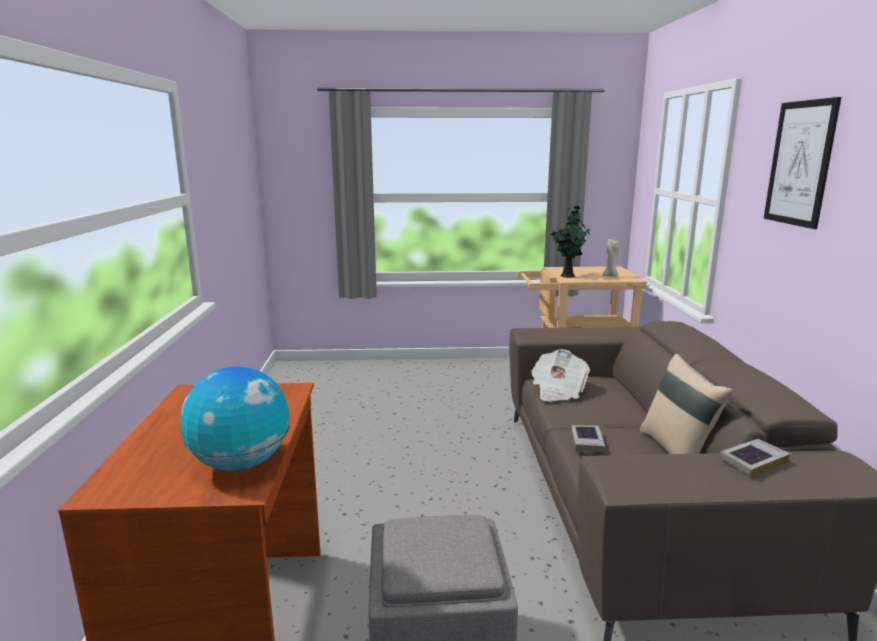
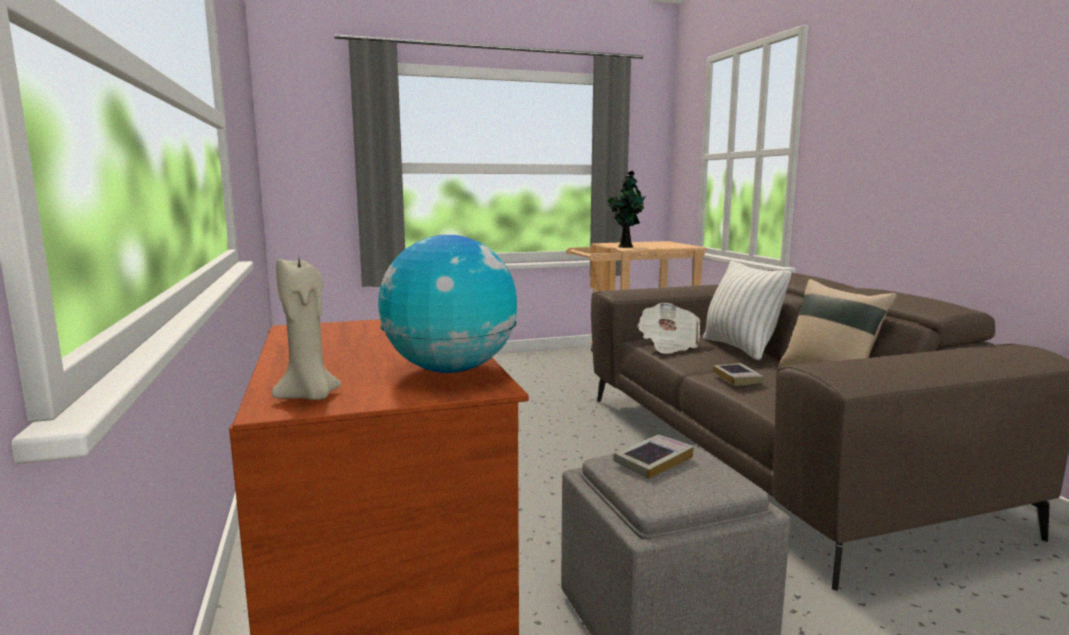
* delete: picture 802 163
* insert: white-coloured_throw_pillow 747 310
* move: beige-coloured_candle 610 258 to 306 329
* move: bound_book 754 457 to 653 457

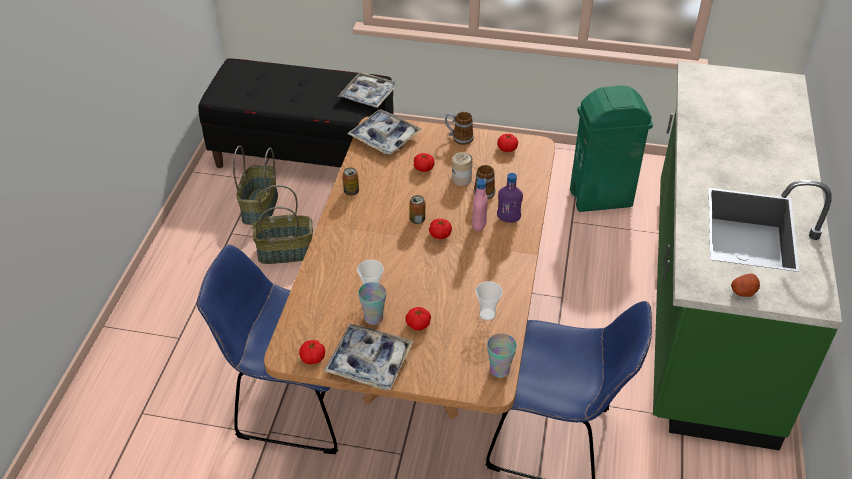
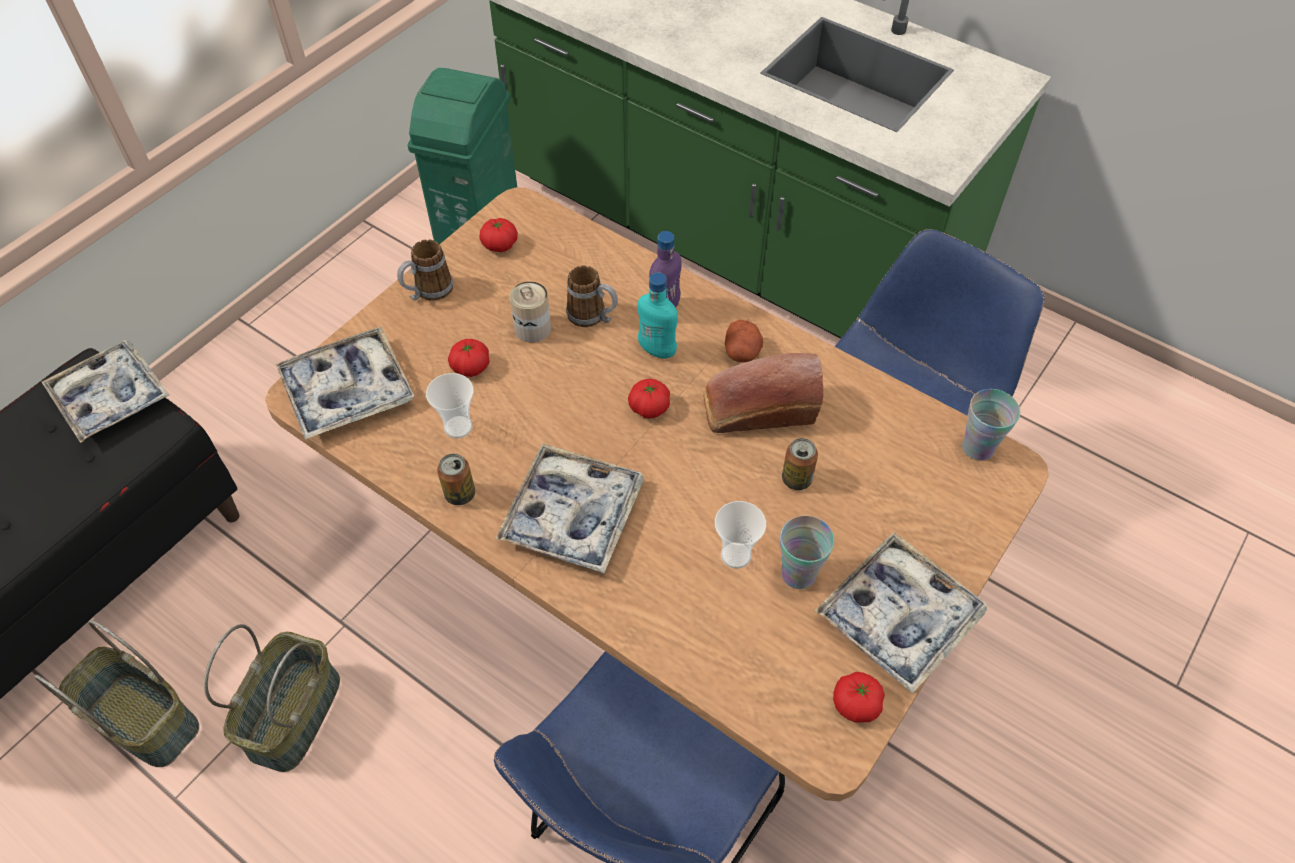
* delete: fresh_tomato 418 319
* insert: tray 569 508
* insert: bread 763 393
* move: can 417 209 to 800 464
* move: drinking_cup 489 301 to 449 406
* move: whole_potato 745 285 to 744 341
* recolor: pink-coloured_drink_bottle 480 205 to blue-green_drink_bottle 658 315

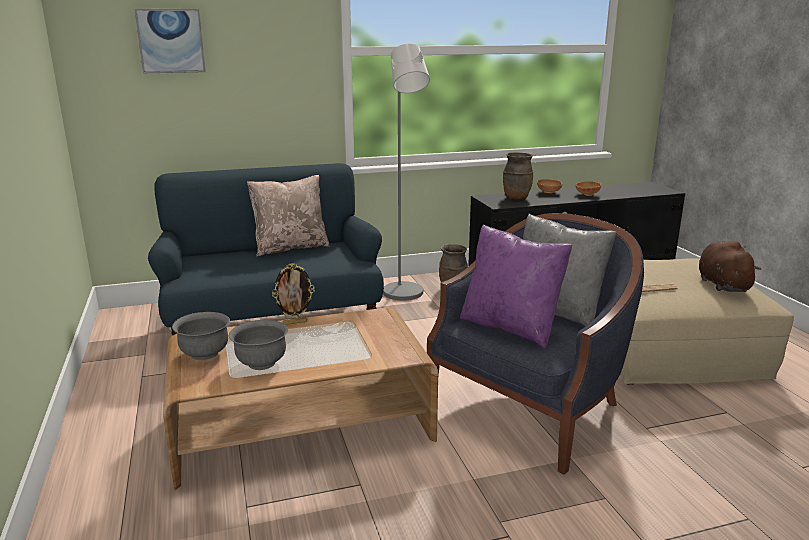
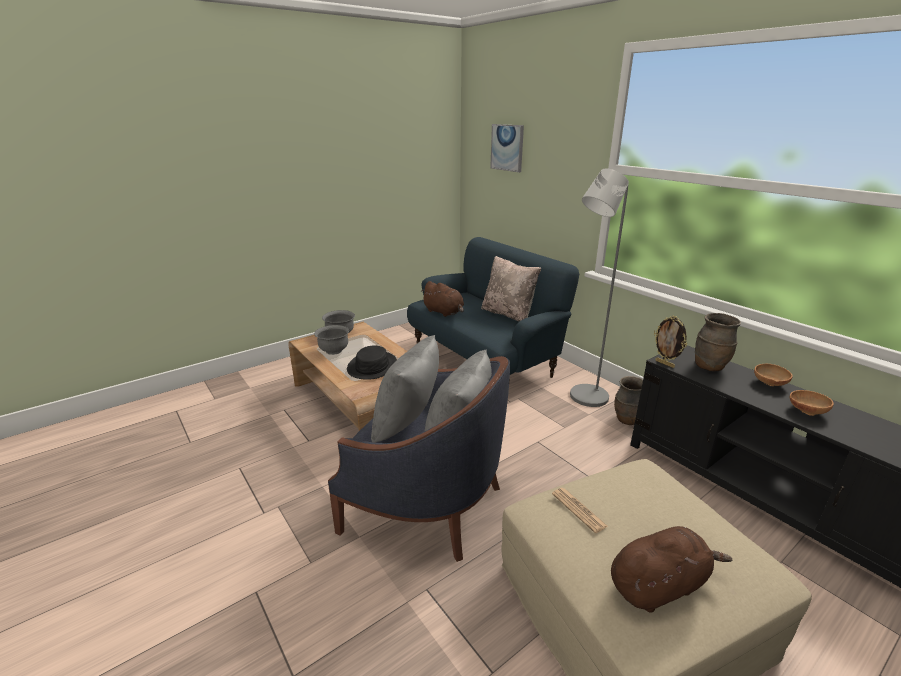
* insert: black-coloured_wearable_hat 372 363
* insert: brownish_soft_toy 442 299
* move: picture_frame 293 294 to 670 342
* recolor: purple_throw_pillow 516 286 to greyish_throw_pillow 405 389

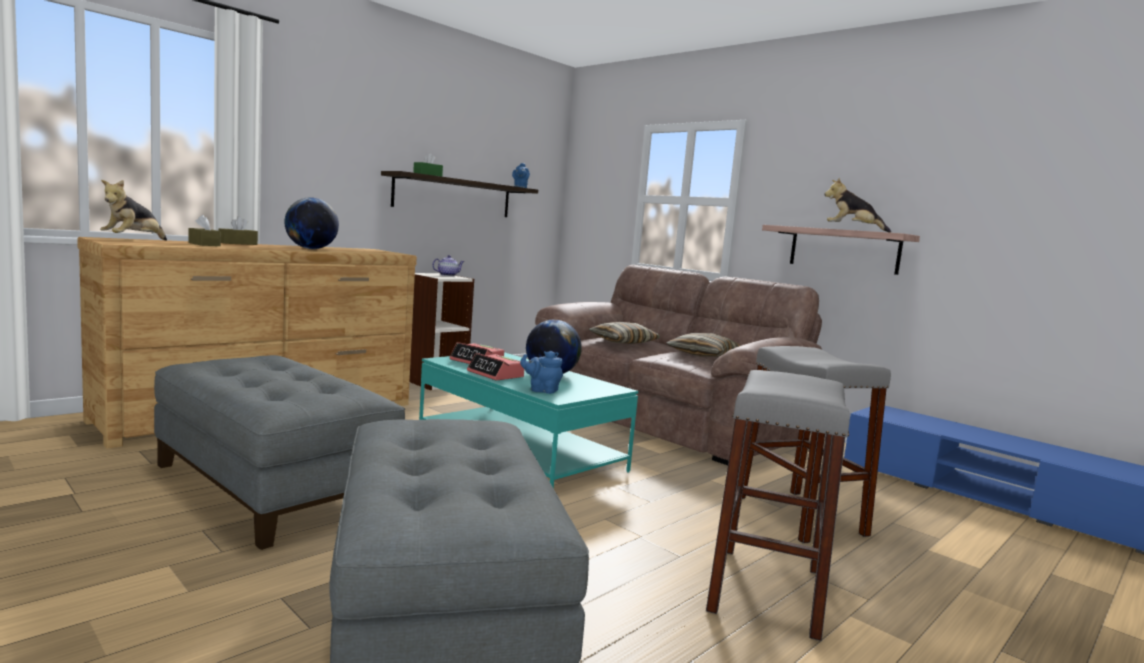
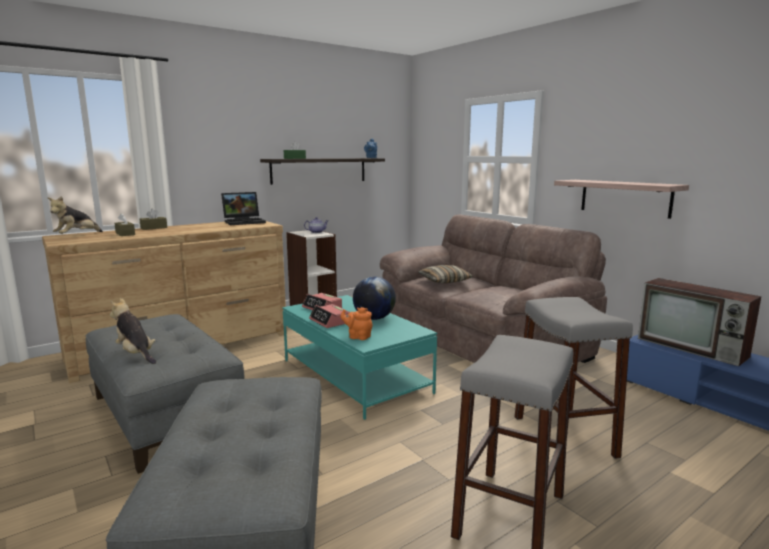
* delete: globe 311 223
* delete: throw_pillow 704 345
* insert: laptop 243 208
* insert: TV_set 699 322
* move: soft_toy 857 205 to 133 331
* recolor: blue_tea_pot 541 372 to orange-coloured_tea_pot 356 323

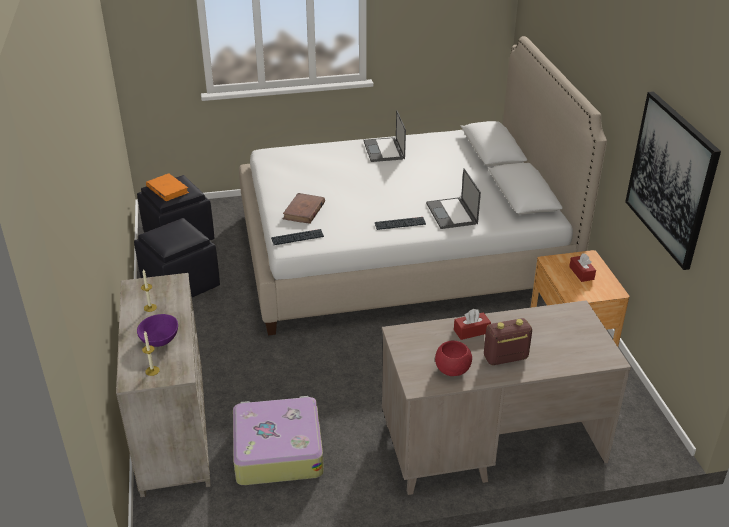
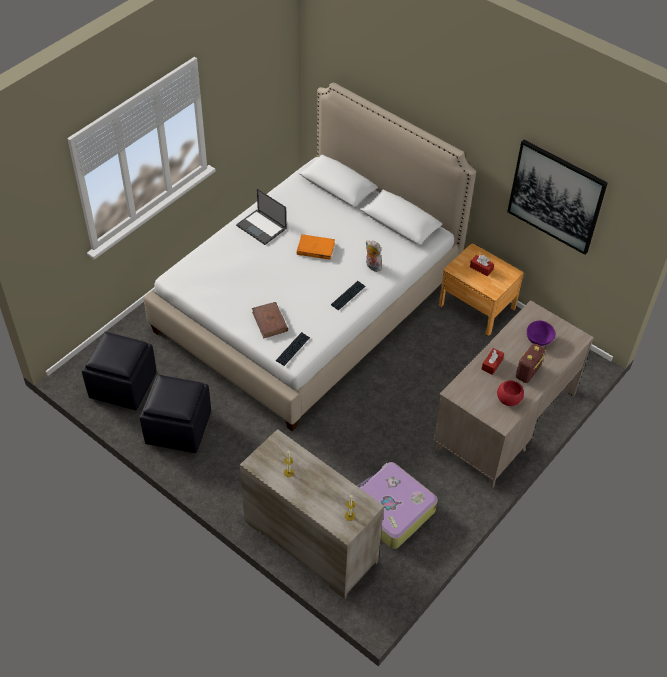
* move: purple_deep_dish 157 330 to 541 333
* move: orange-coloured_bound_book 167 187 to 316 247
* replace: laptop 453 198 to soft_toy 373 256

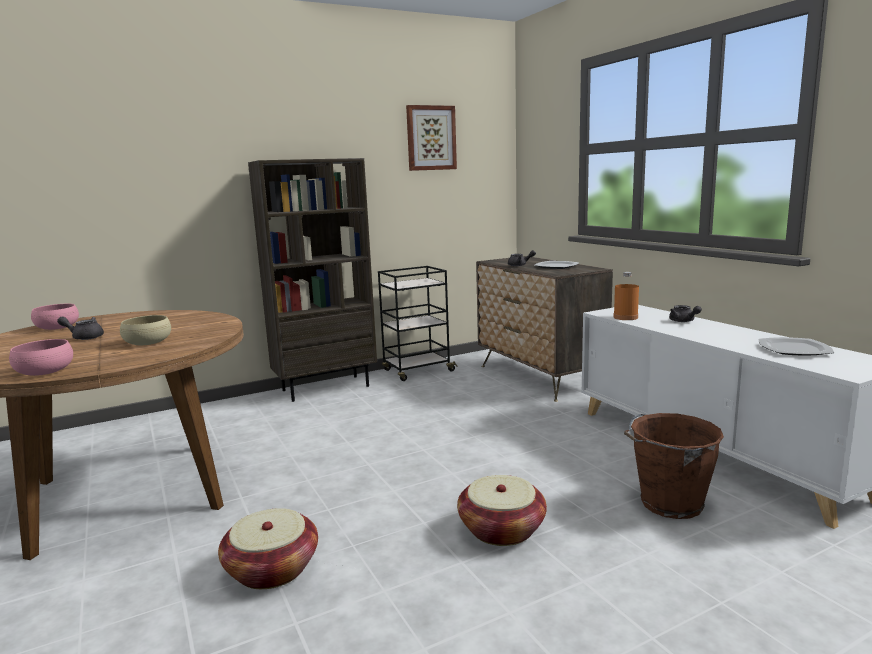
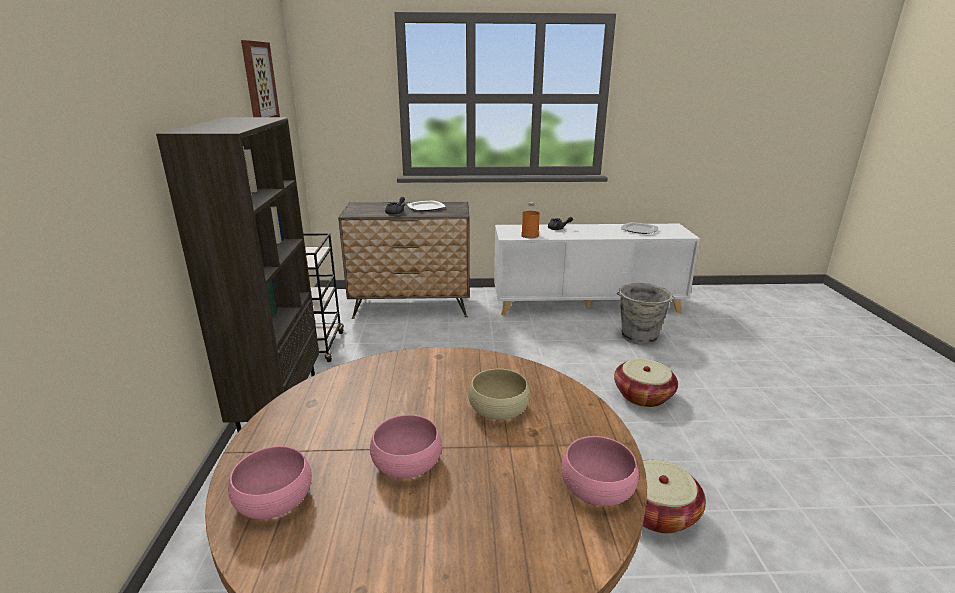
* replace: greyish_tea_pot 80 328 to pink-coloured_deep_dish 406 446
* recolor: brownish_pail 674 466 to greyish_pail 646 314

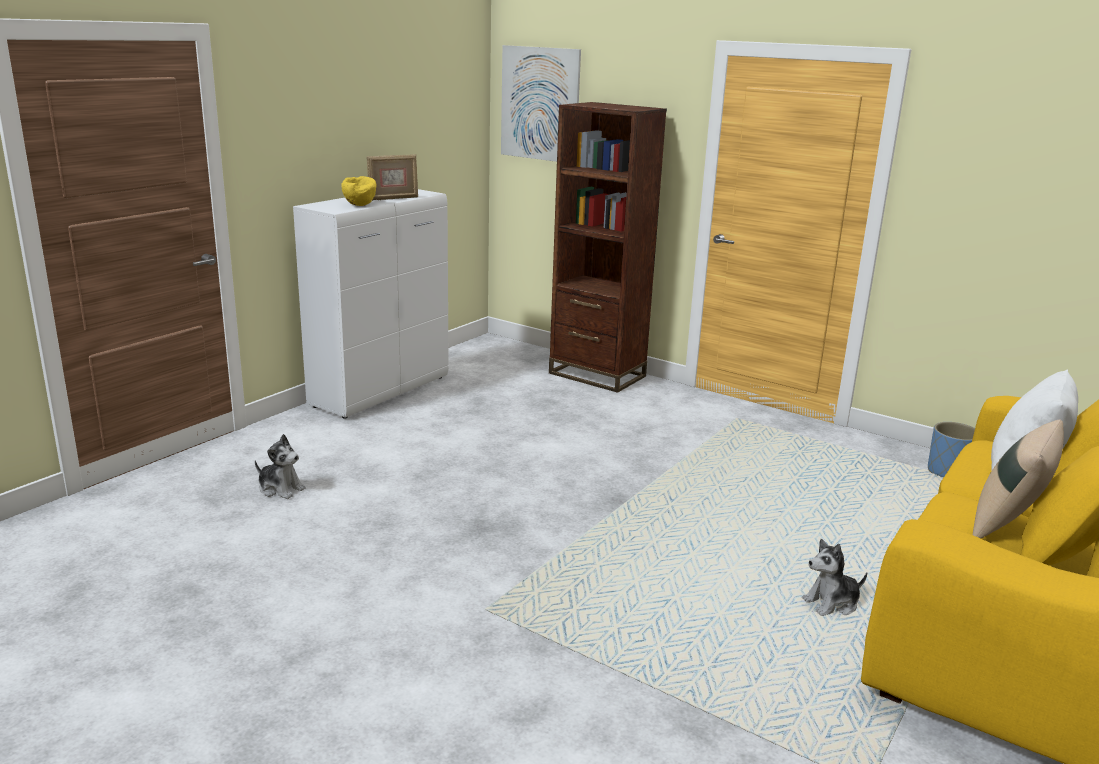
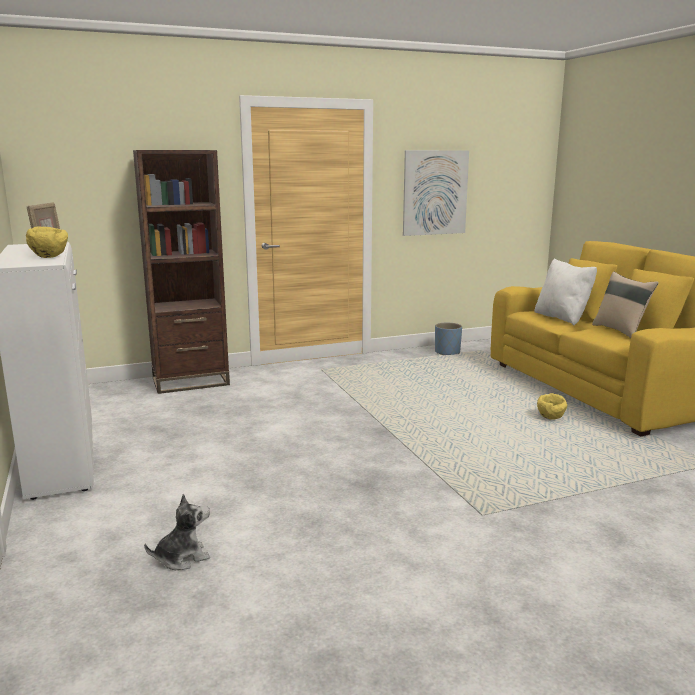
* move: picture 541 103 to 436 193
* replace: soft_toy 834 577 to yellowish_deep_dish 552 406

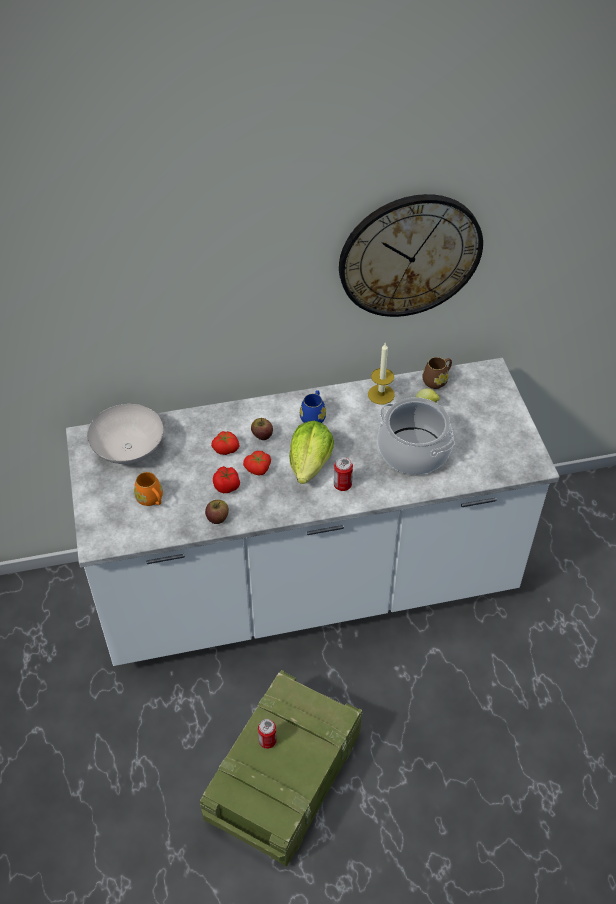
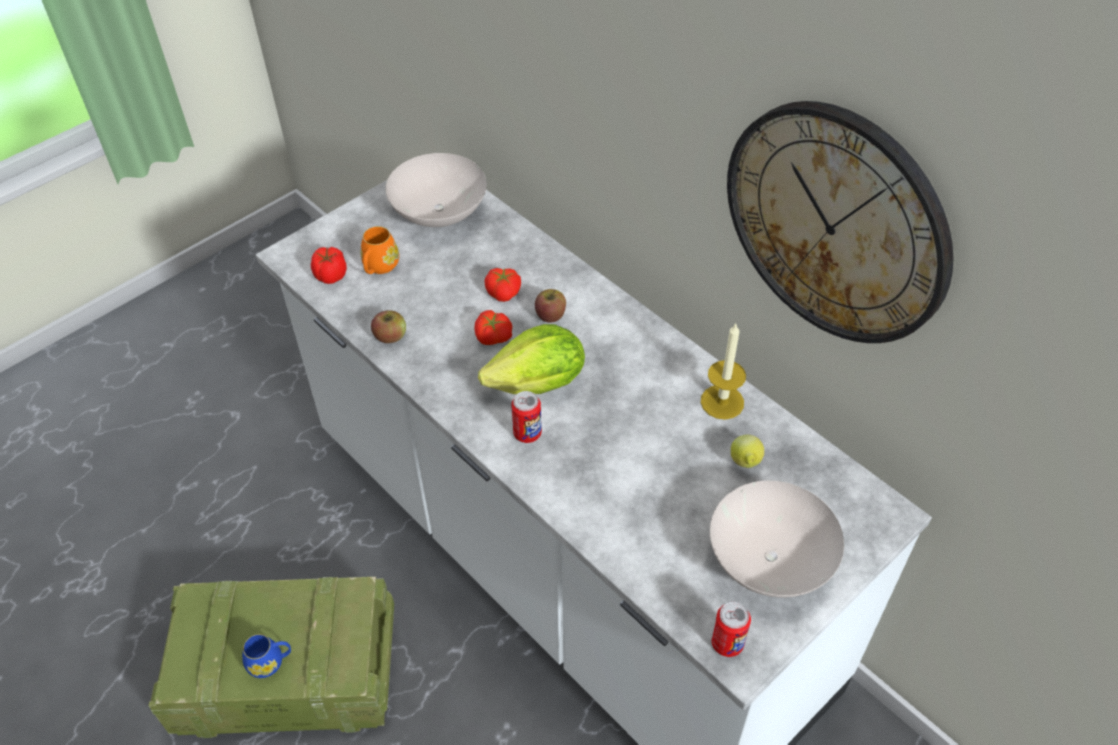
* delete: saucepot 416 436
* delete: brownish_mug 437 373
* insert: white-coloured_deep_dish 777 539
* move: fresh_tomato 226 479 to 329 265
* move: can 267 734 to 731 629
* move: blue_mug 313 406 to 266 656

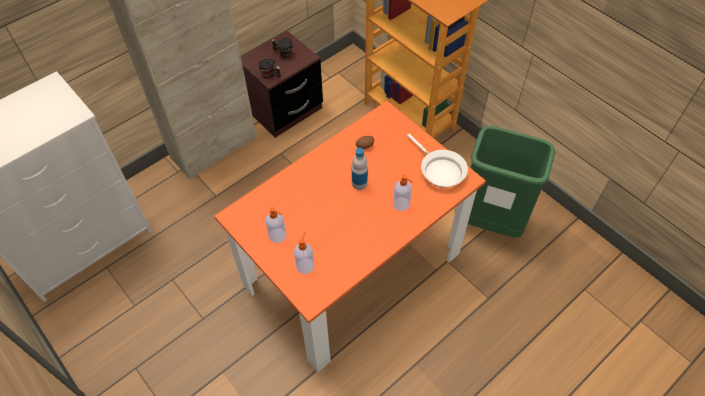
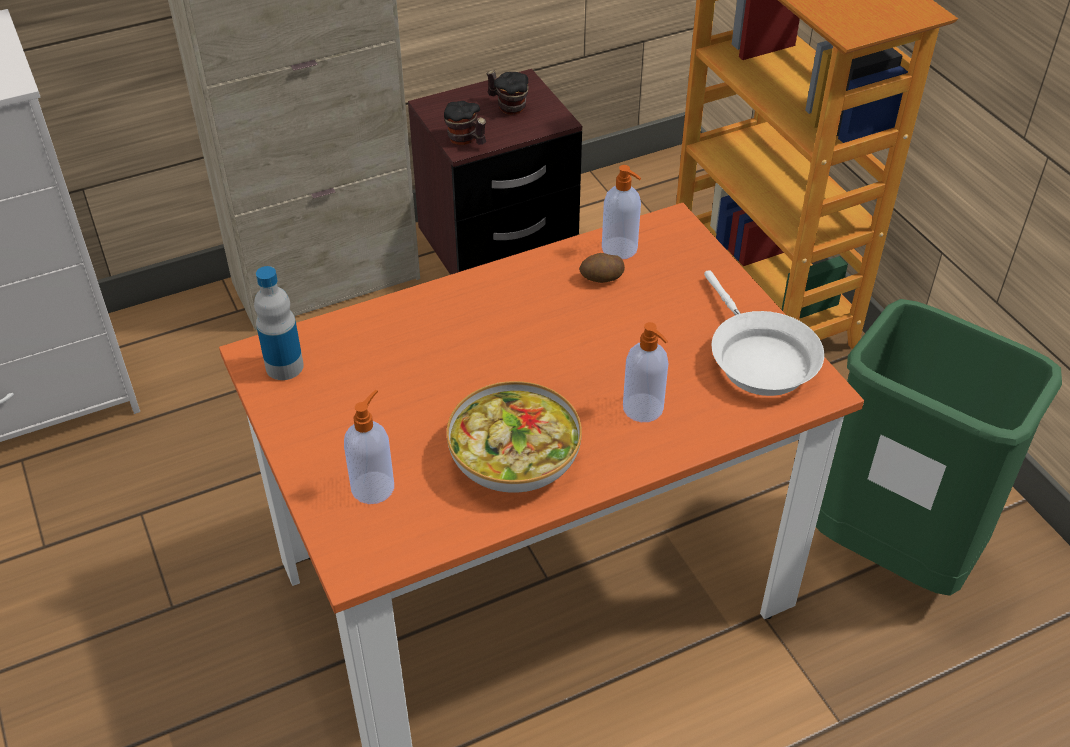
* insert: deep_dish 514 437
* move: liquid_soap_bottle 276 225 to 621 212
* move: drink_bottle 360 169 to 279 323

